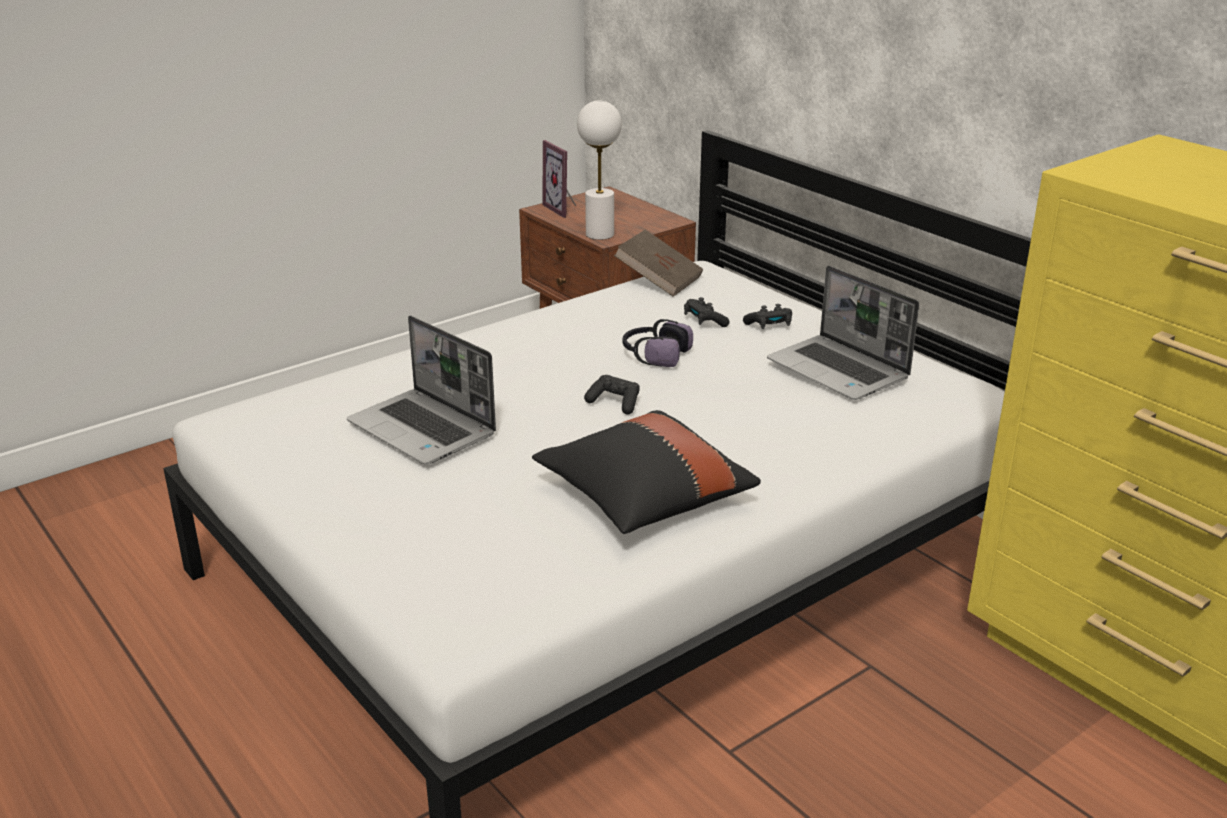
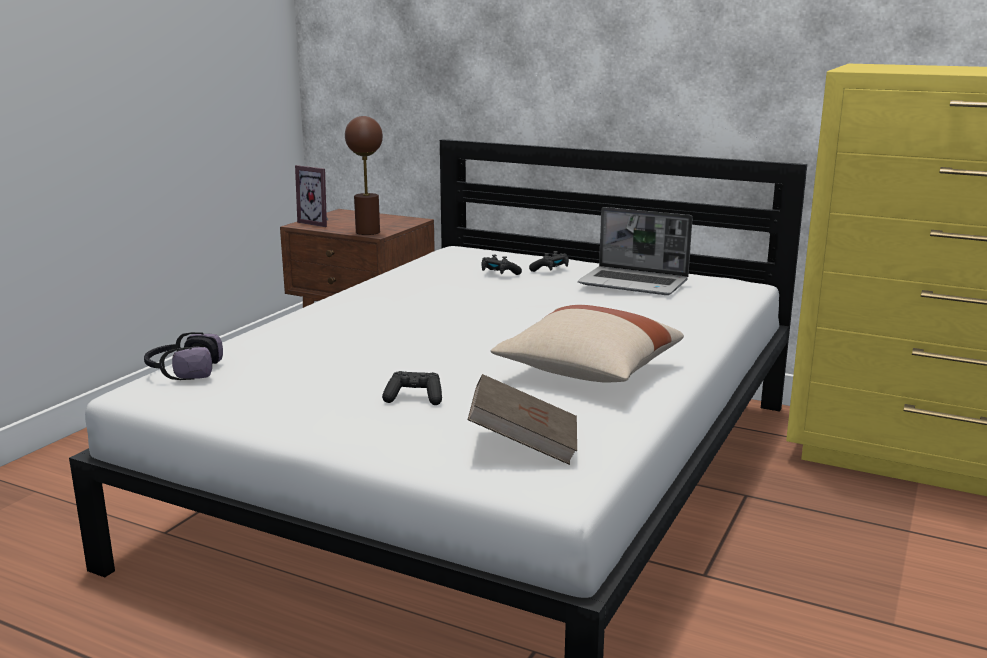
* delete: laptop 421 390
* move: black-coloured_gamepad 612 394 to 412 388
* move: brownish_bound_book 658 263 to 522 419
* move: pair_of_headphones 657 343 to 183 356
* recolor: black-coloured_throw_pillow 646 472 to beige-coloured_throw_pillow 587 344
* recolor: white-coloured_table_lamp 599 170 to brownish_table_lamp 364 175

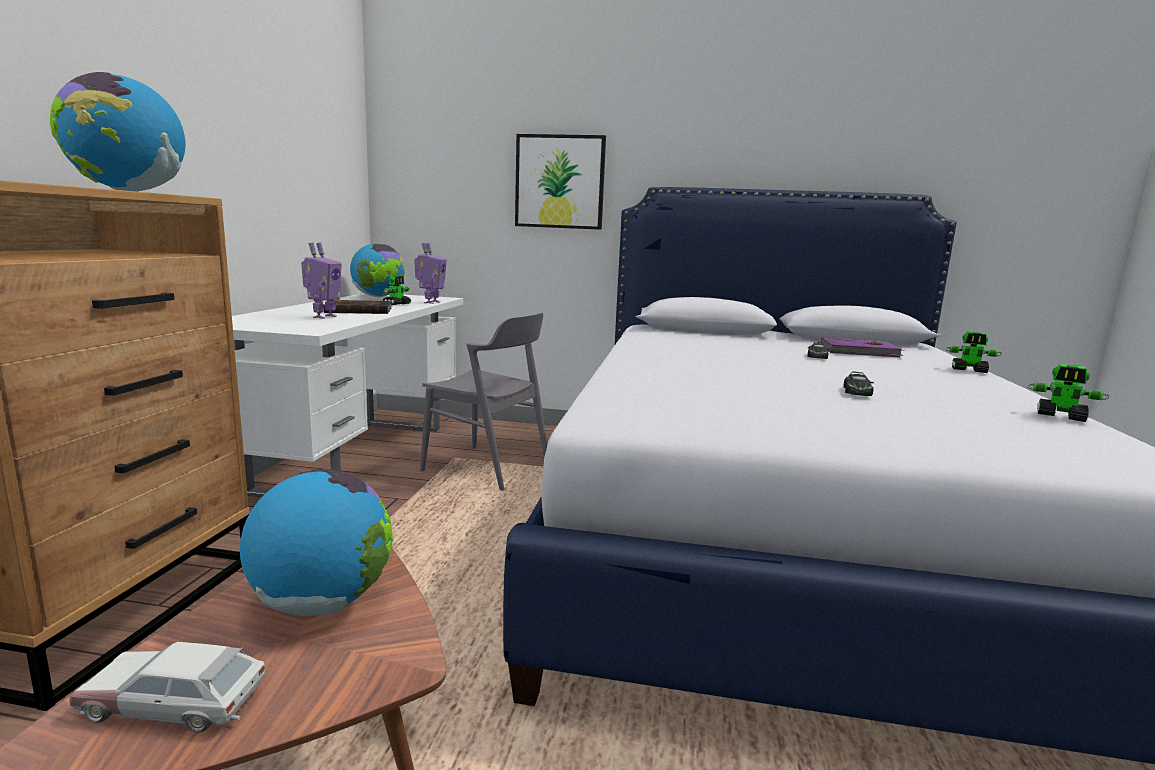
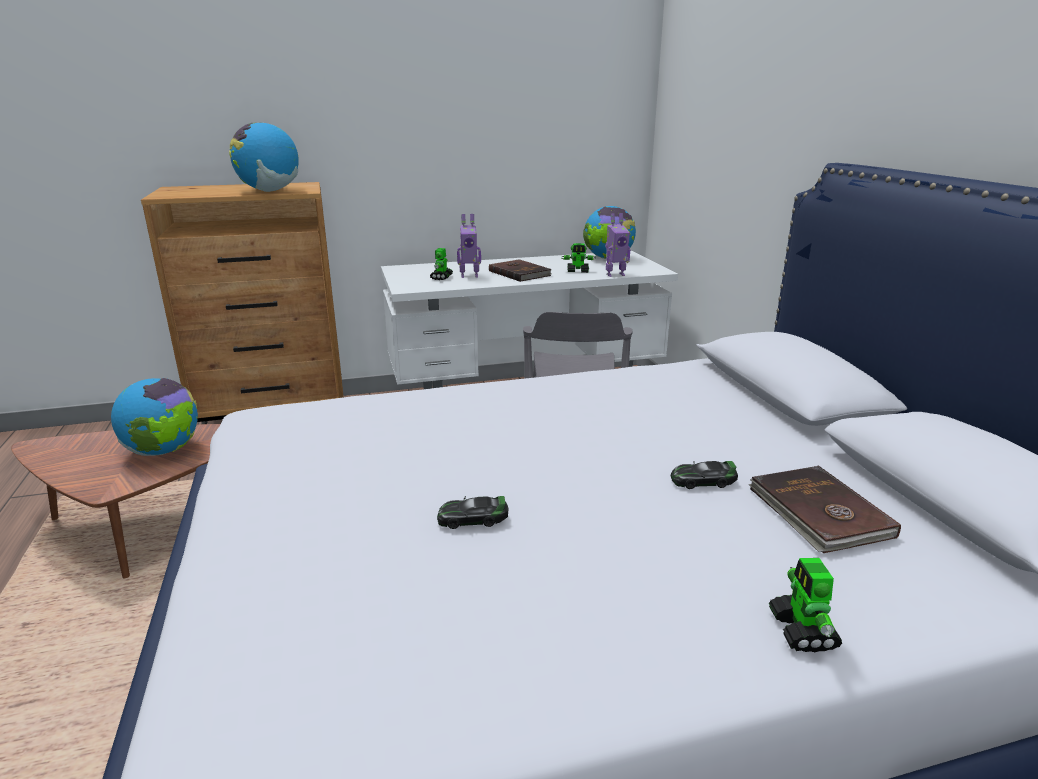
* delete: miniature_car 167 687
* delete: picture 560 182
* move: toy_robot 1069 393 to 441 264
* recolor: purple_bound_book 862 347 to brownish_bound_book 825 509

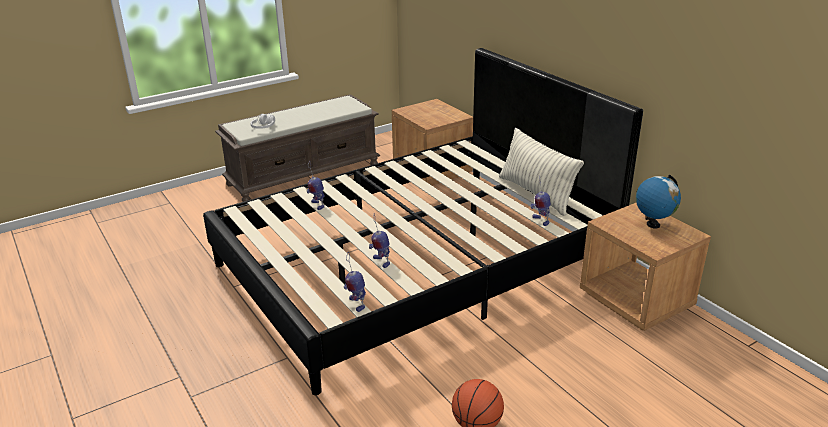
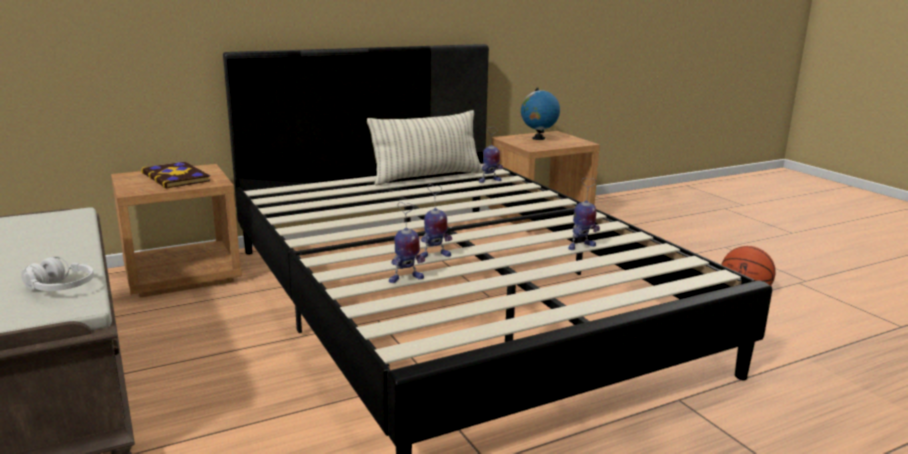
* insert: bound_book 176 175
* move: toy_robot 355 282 to 436 221

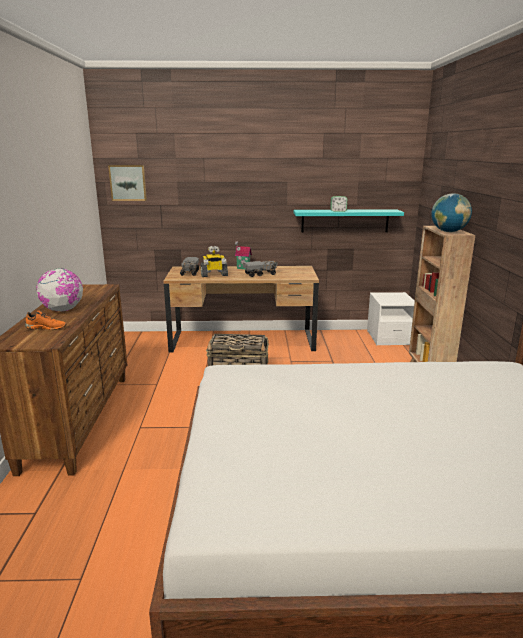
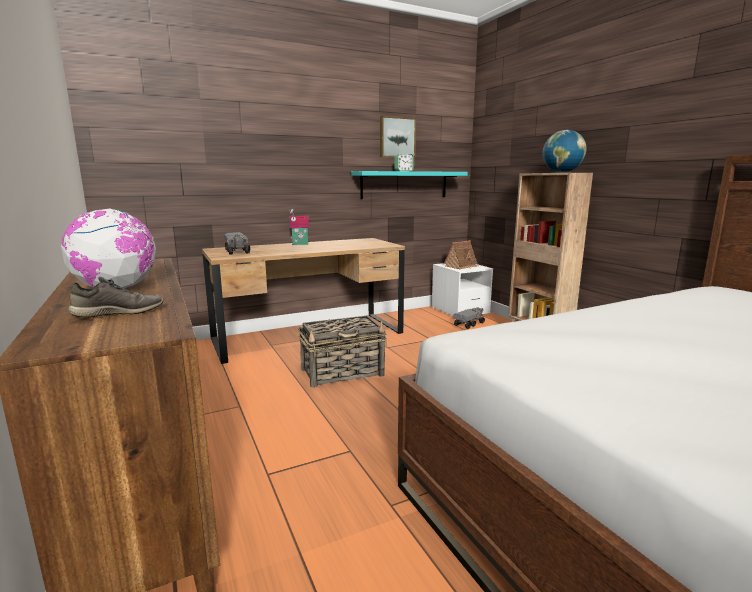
* delete: toy_robot 214 261
* insert: miniature_house 461 254
* move: picture 127 183 to 398 137
* move: toy_lorry 260 268 to 469 318
* recolor: orange-coloured_shoe 46 320 to greyish_shoe 116 297

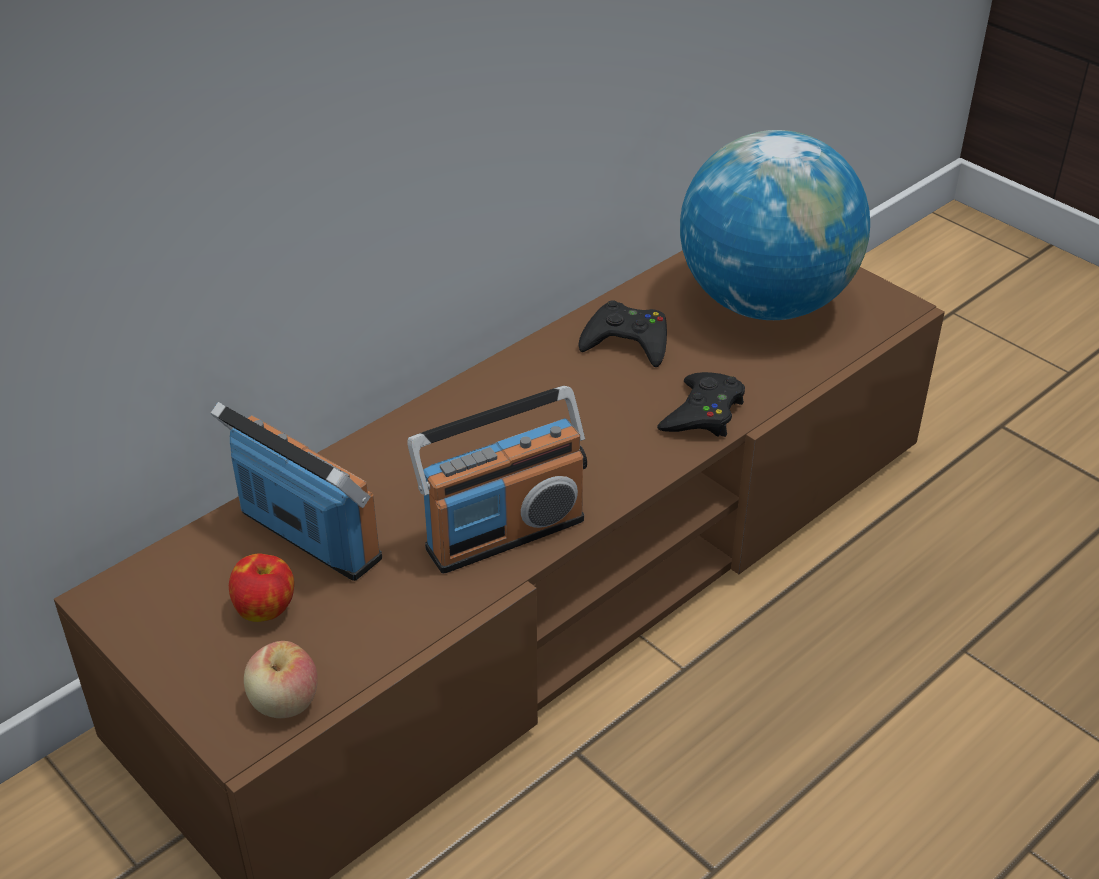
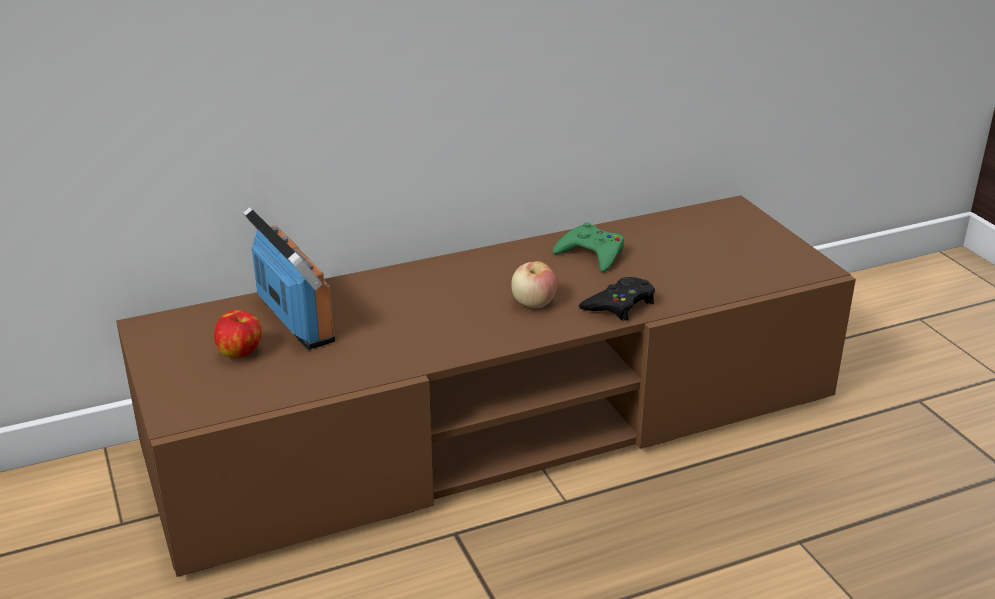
* delete: radio 497 480
* delete: globe 775 225
* move: whole_apple 281 679 to 534 284
* recolor: black-coloured_gamepad 622 333 to green_gamepad 588 247

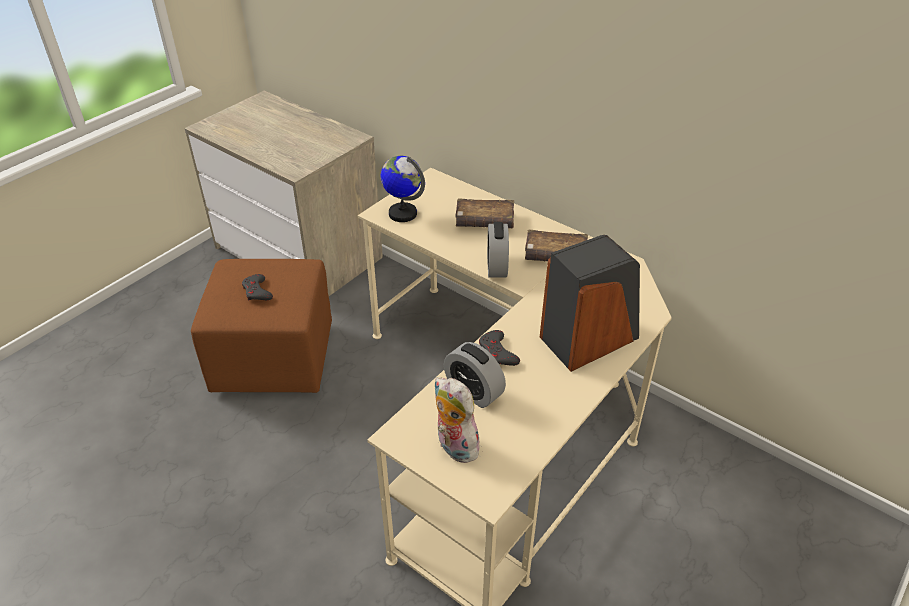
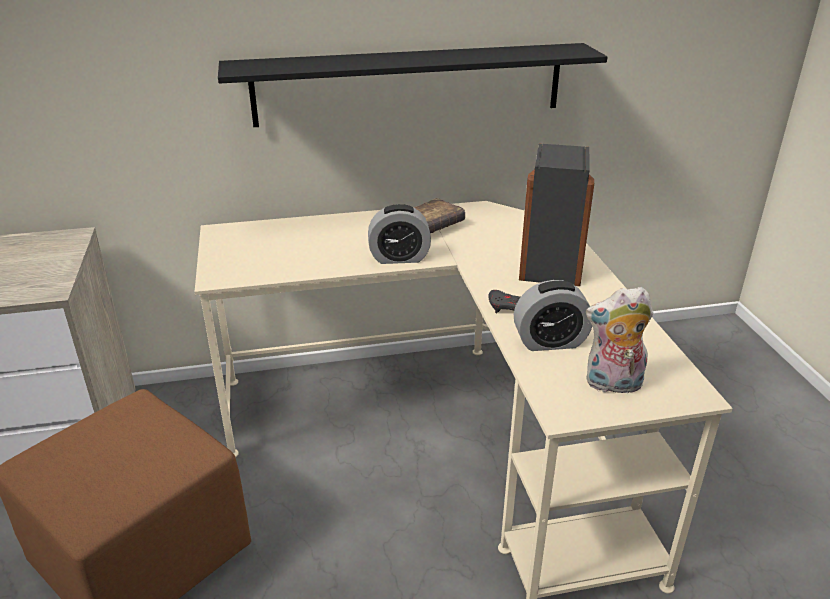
* delete: greyish_gamepad 257 287
* delete: globe 403 189
* delete: brownish_bound_book 484 213
* insert: black-coloured_wall_shelf 413 85
* rotate: bedside_clock 498 249 = 399 234 45 degrees counterclockwise

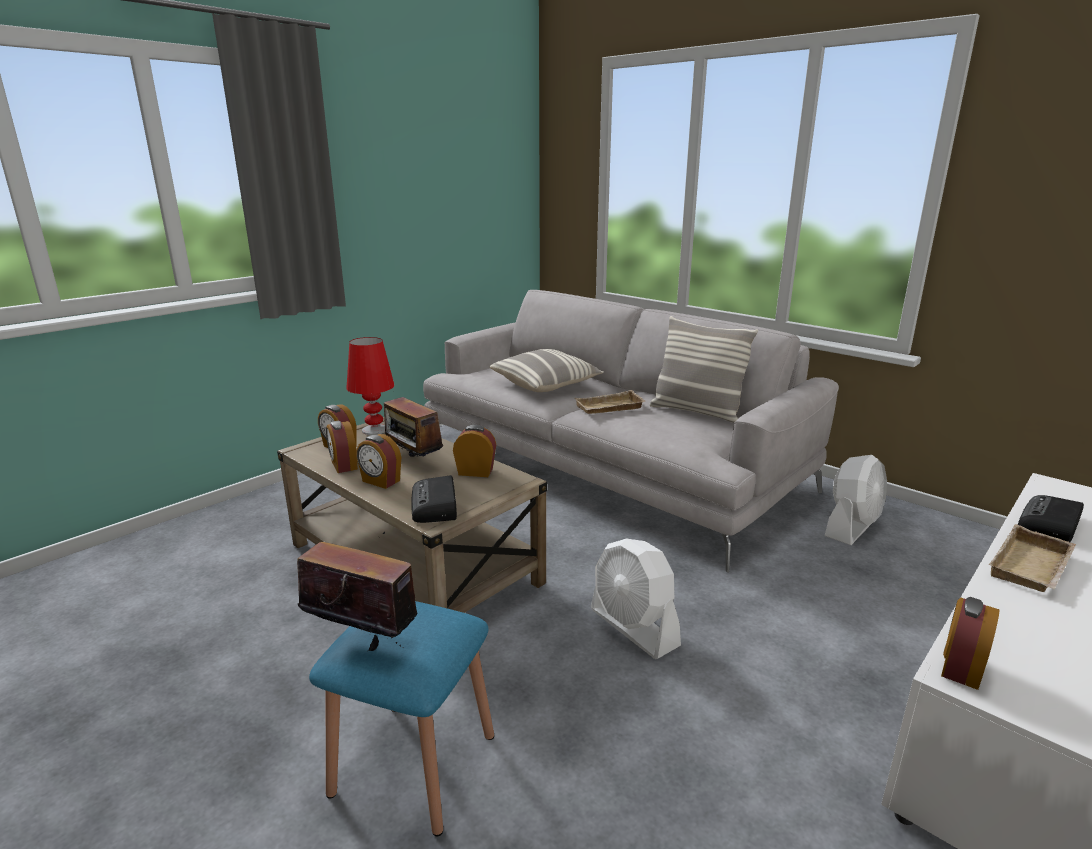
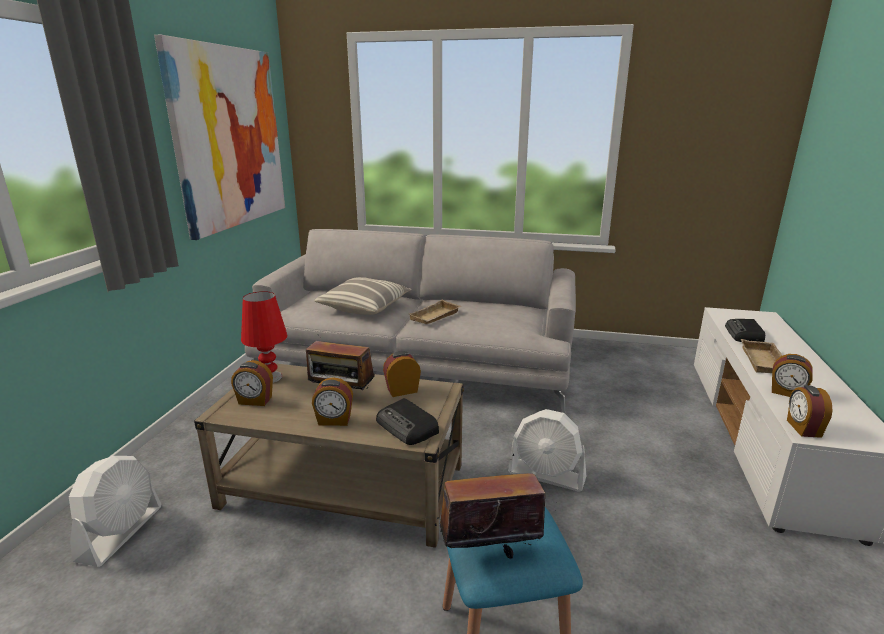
* delete: throw_pillow 703 369
* insert: picture 219 137
* move: bedside_clock 342 447 to 792 375
* move: white-coloured_electric_fan 856 500 to 115 511

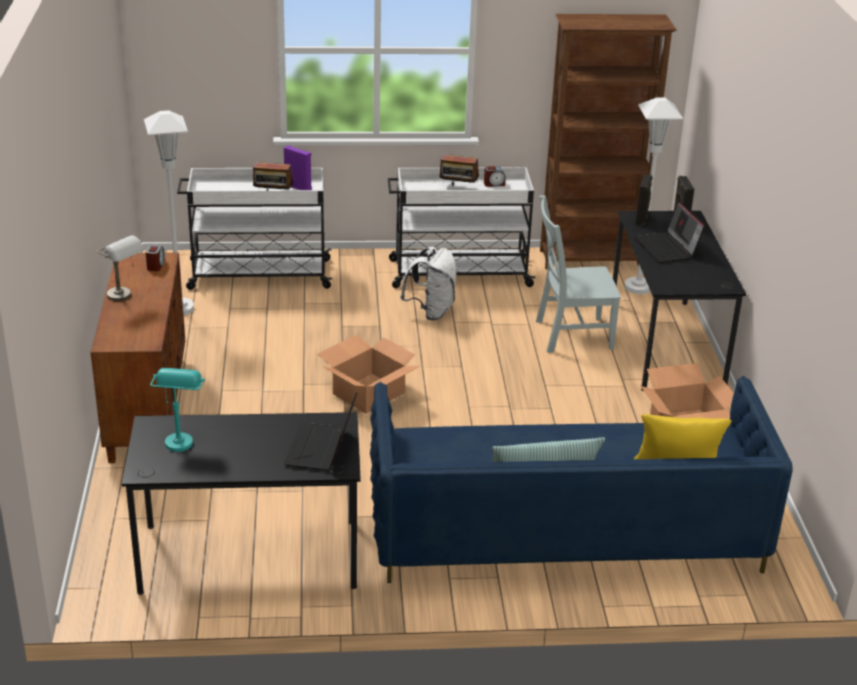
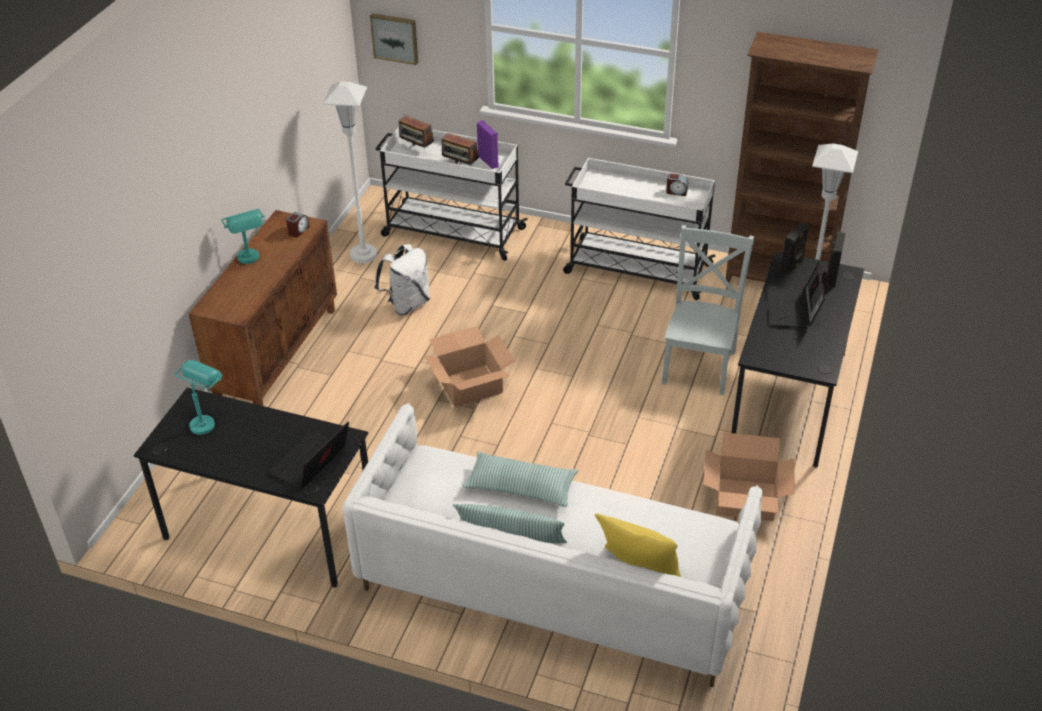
* insert: picture 394 39
* insert: throw_pillow 520 479
* move: white-coloured_backpack 428 283 to 402 279
* move: radio 459 169 to 416 131
* recolor: greyish_table_lamp 120 268 to blue-green_table_lamp 243 236
* recolor: blue_settee 581 479 to white-coloured_settee 553 545
* rotate: greyish_plain_chair 578 274 = 708 310 90 degrees clockwise

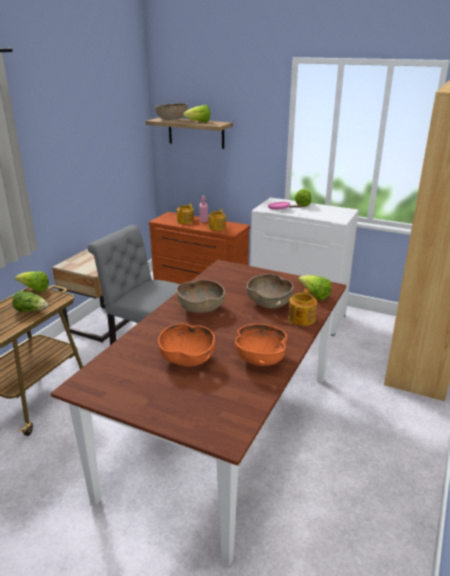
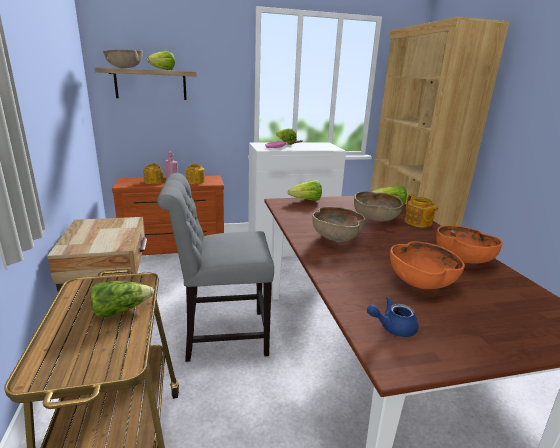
* insert: blue_tea_pot 392 317
* move: head_of_lettuce 32 281 to 305 190

